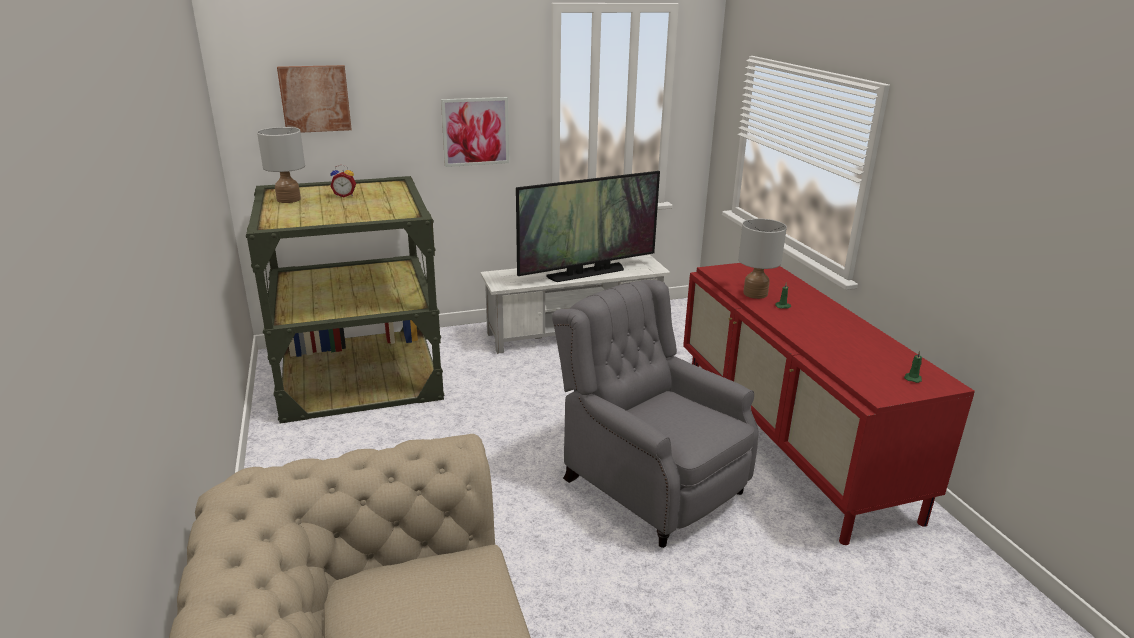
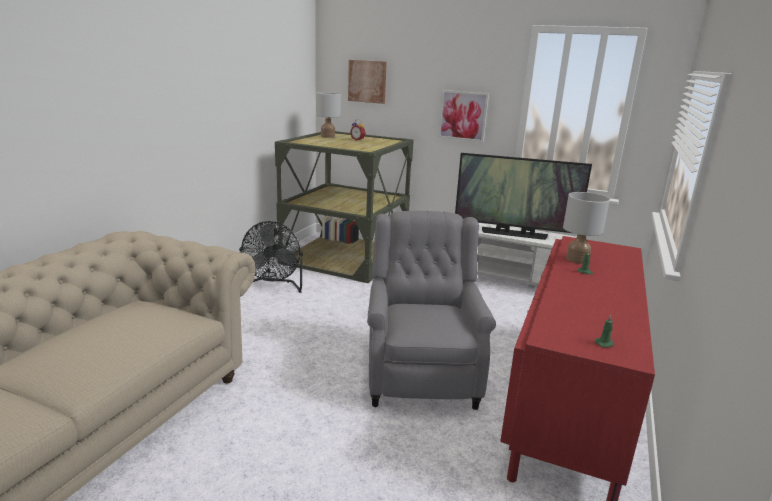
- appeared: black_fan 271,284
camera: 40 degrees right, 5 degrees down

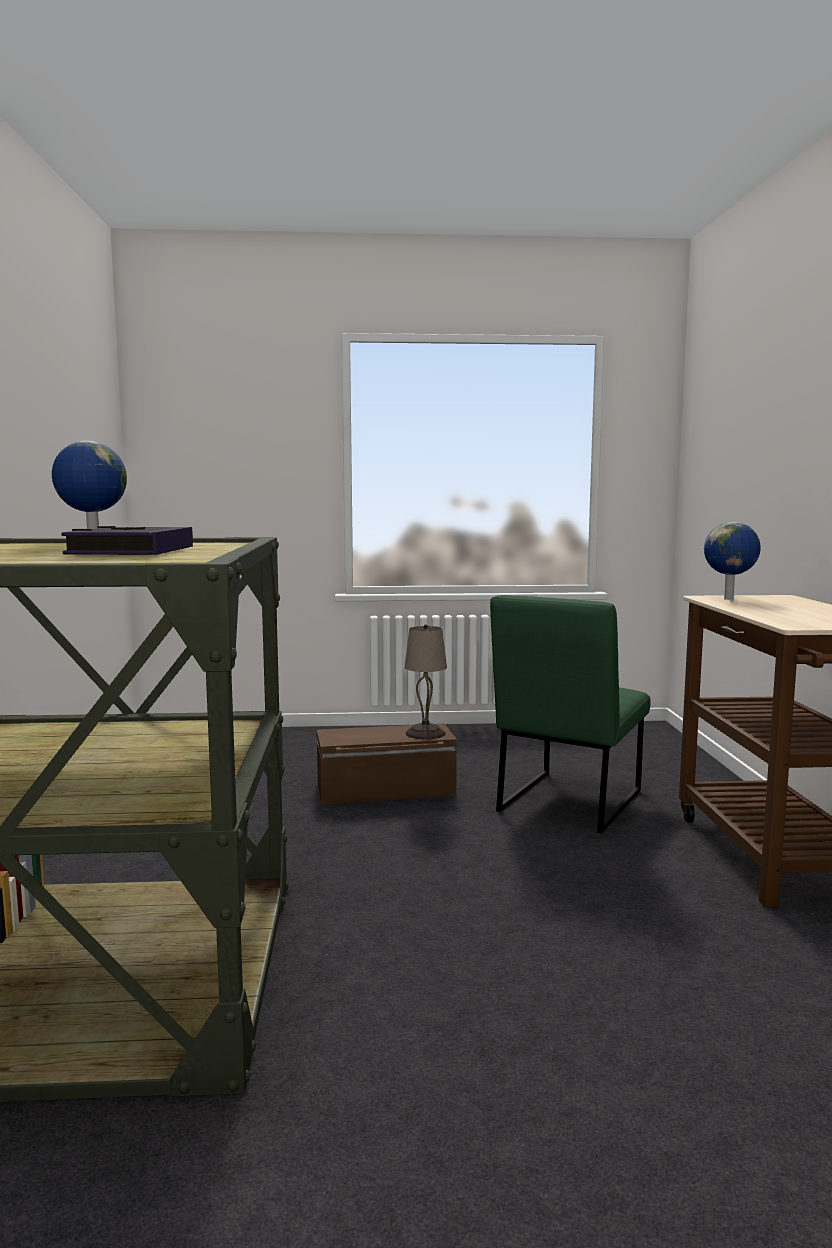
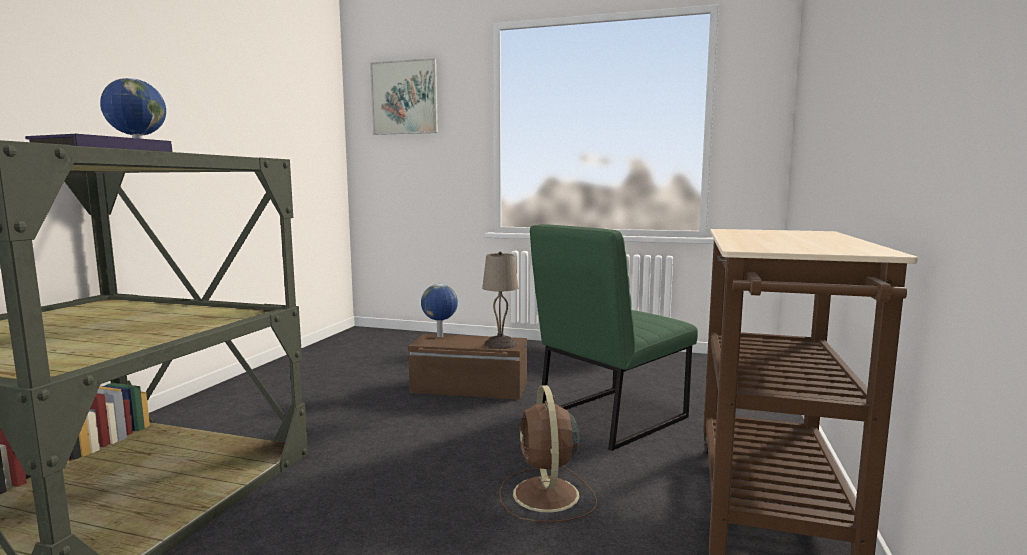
- relocated: globe 730,599 to 440,336
- appeared: picture 404,97
- appeared: brown_fan 546,496
camera: 20 degrees right, 0 degrees up

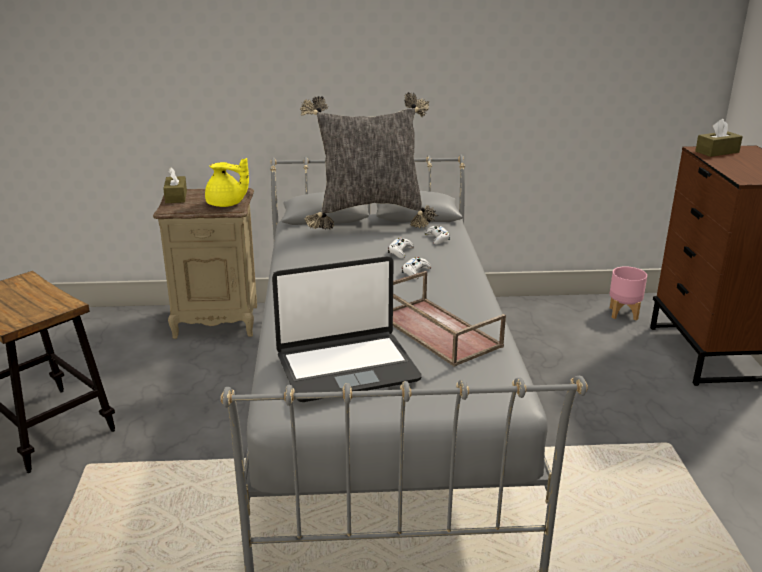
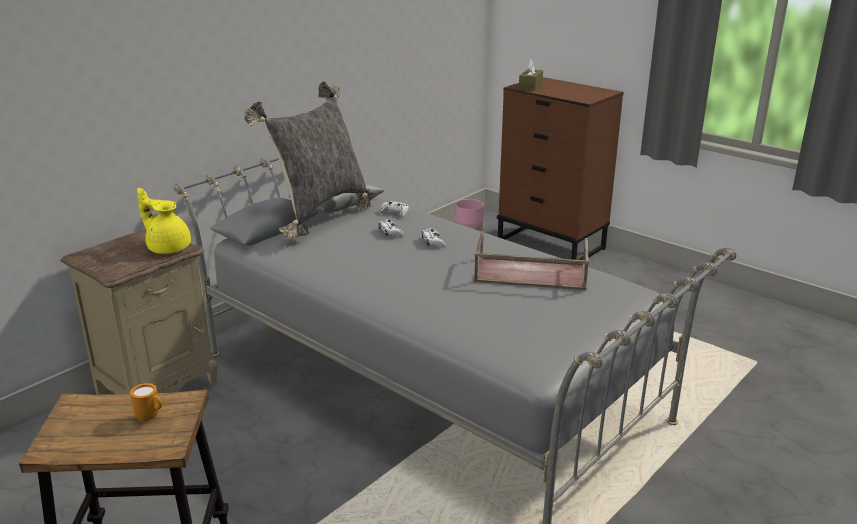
- spun: yellow_teapot 226,204 = 168,247 120 degrees counterclockwise
- missing: brown_tissue_box 176,197
- missing: laptop 347,367
- appeared: orange_mug 151,417
camera: 45 degrees left, 0 degrees up

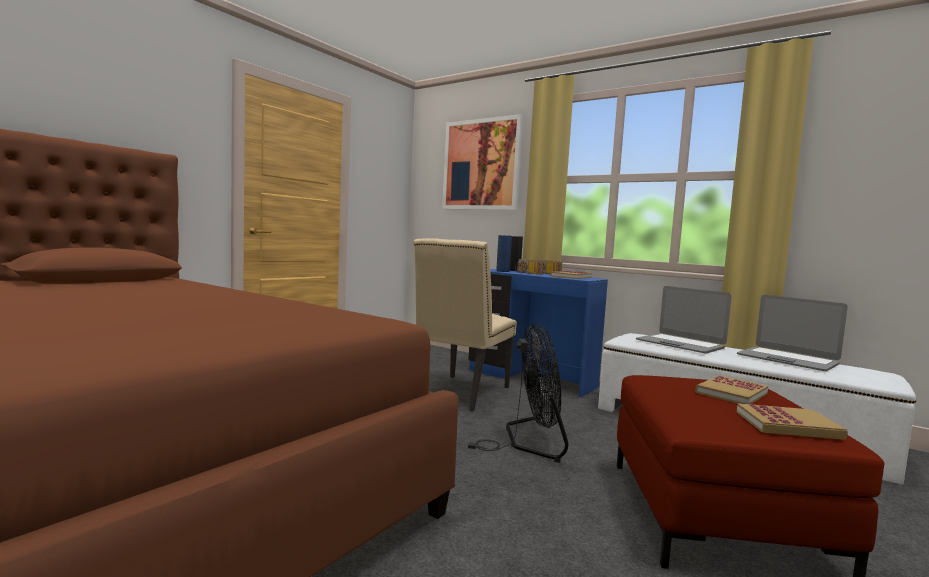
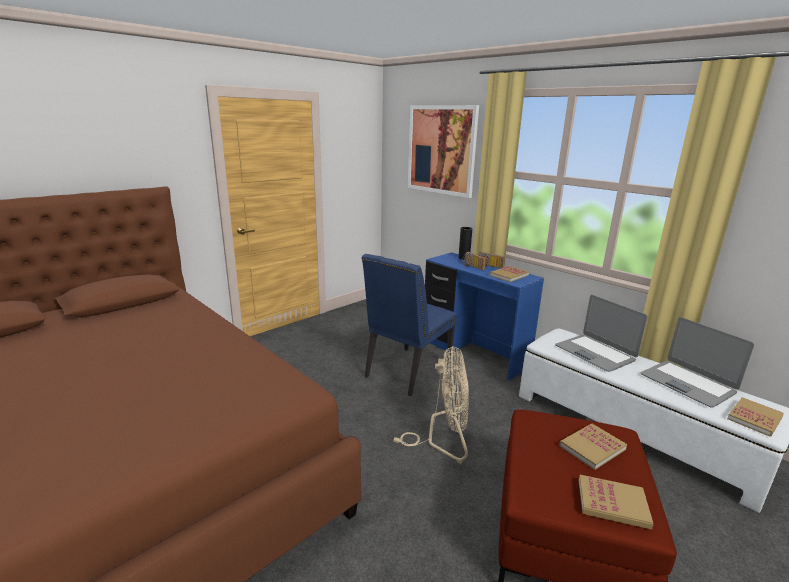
- missing: blue_vase 502,271
- colour: beige_chair 461,392 to blue_chair 408,370
- colour: black_fan 525,439 to beige_fan 442,434
- appeared: book 754,418
camera: 10 degrees right, 15 degrees up

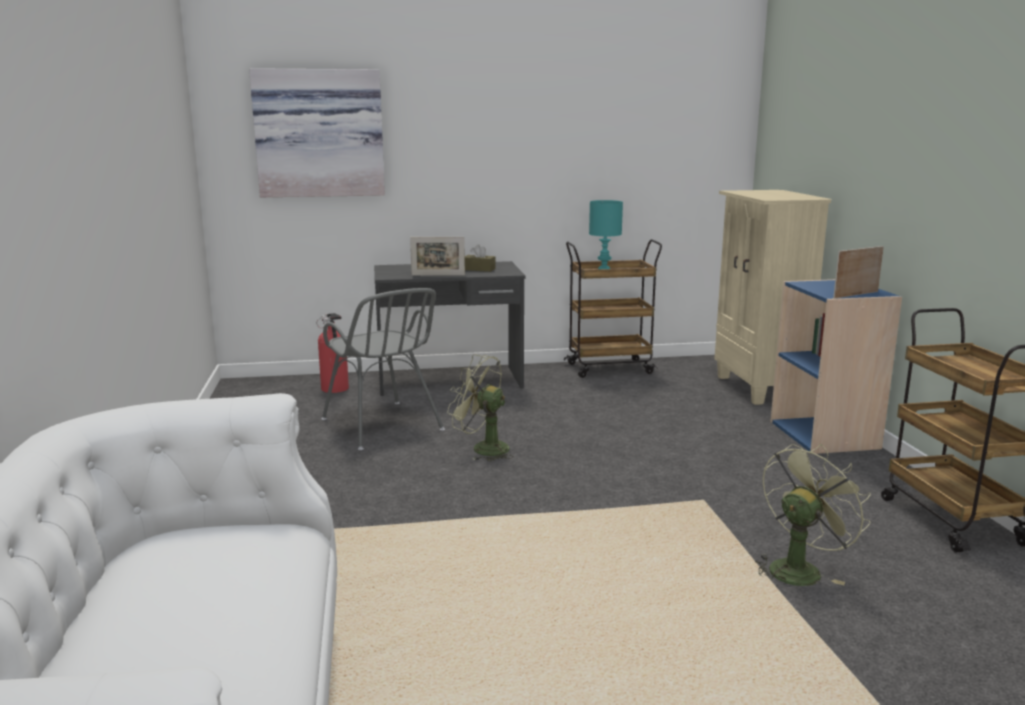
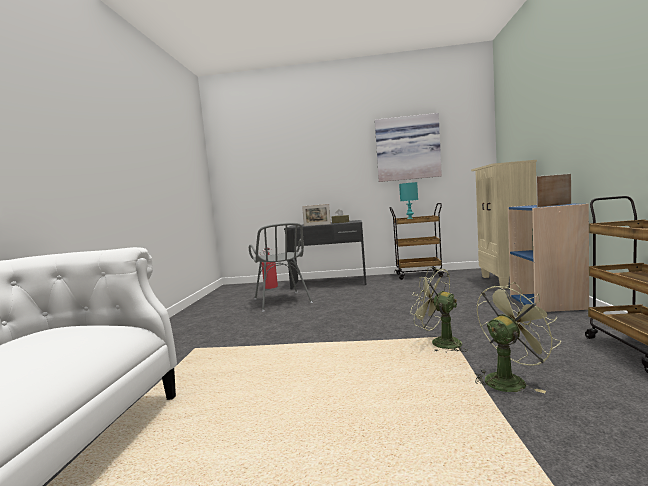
- relocated: picture 319,133 to 407,148
- relocated: green_fan 482,449 to 439,343
camera: 15 degrees right, 10 degrees down

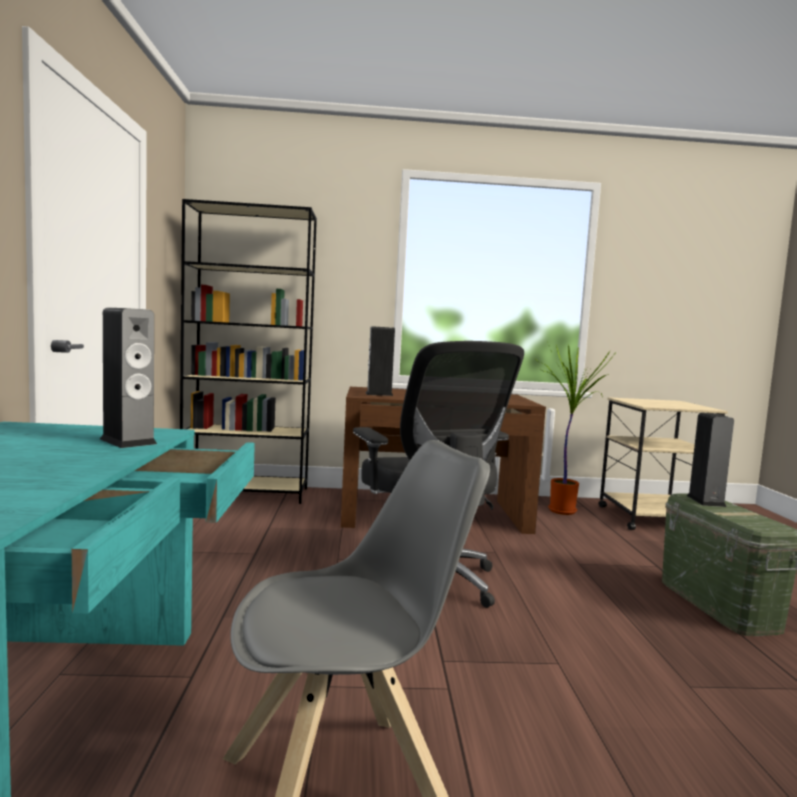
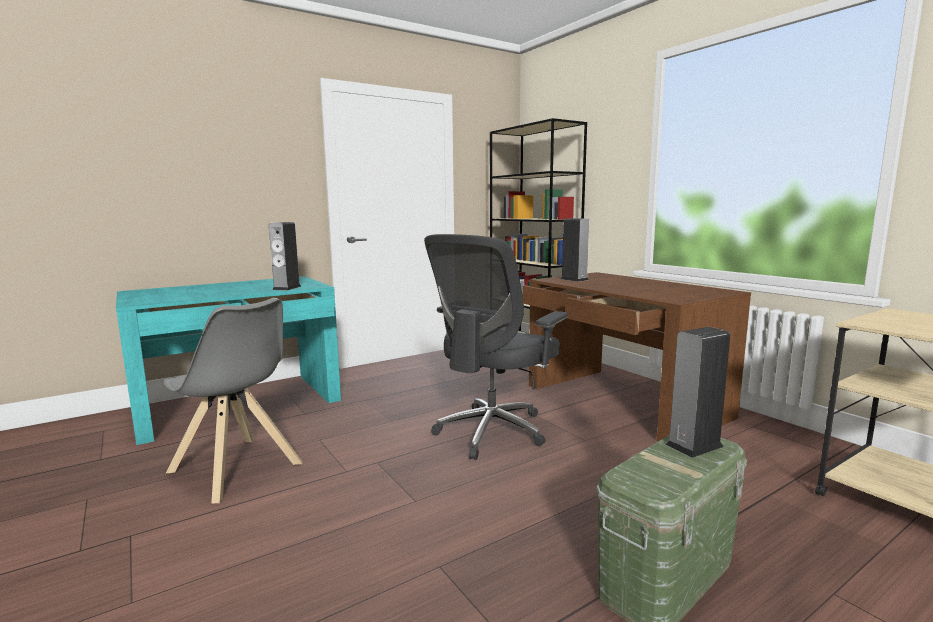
- missing: potted_plant 560,510
camera: 60 degrees right, 5 degrees up

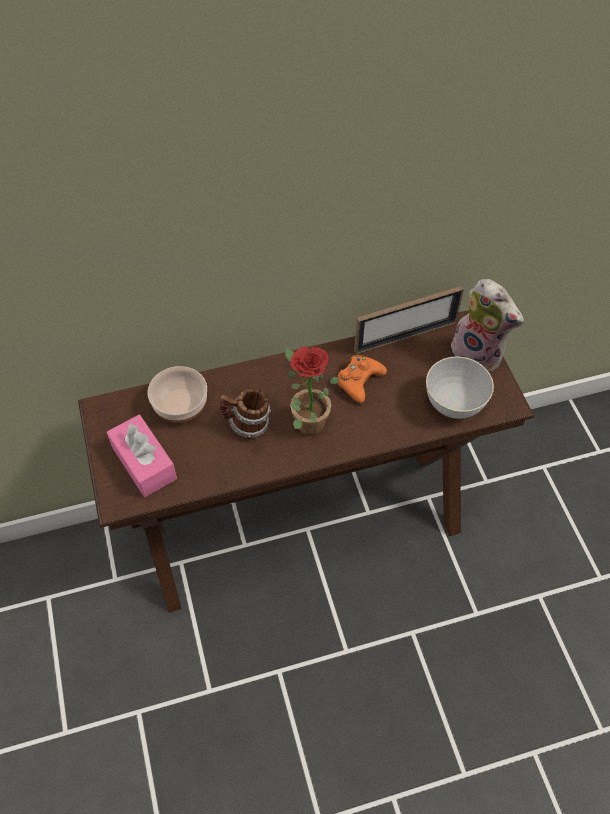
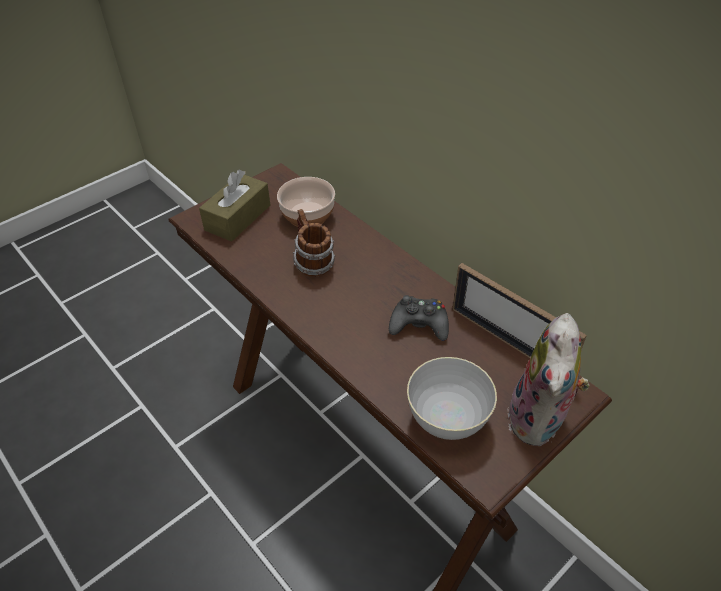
- missing: potted_plant 305,421
- colour: orange_game_controller 359,381 to black_game_controller 419,324
- colour: pink_tissue_box 144,463 to brown_tissue_box 238,217
camera: 65 degrees right, 10 degrees down

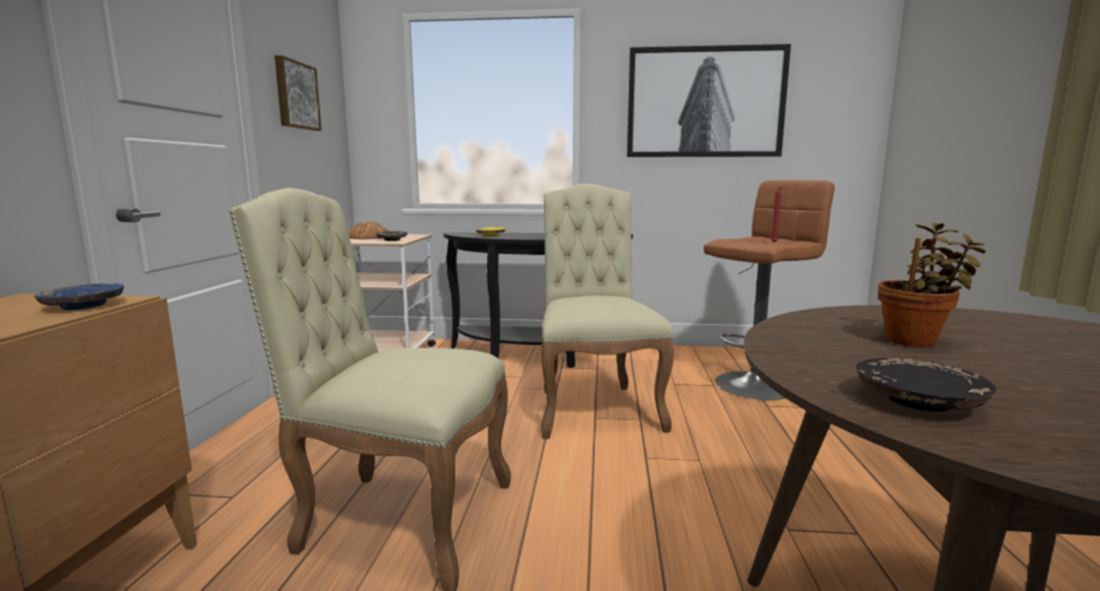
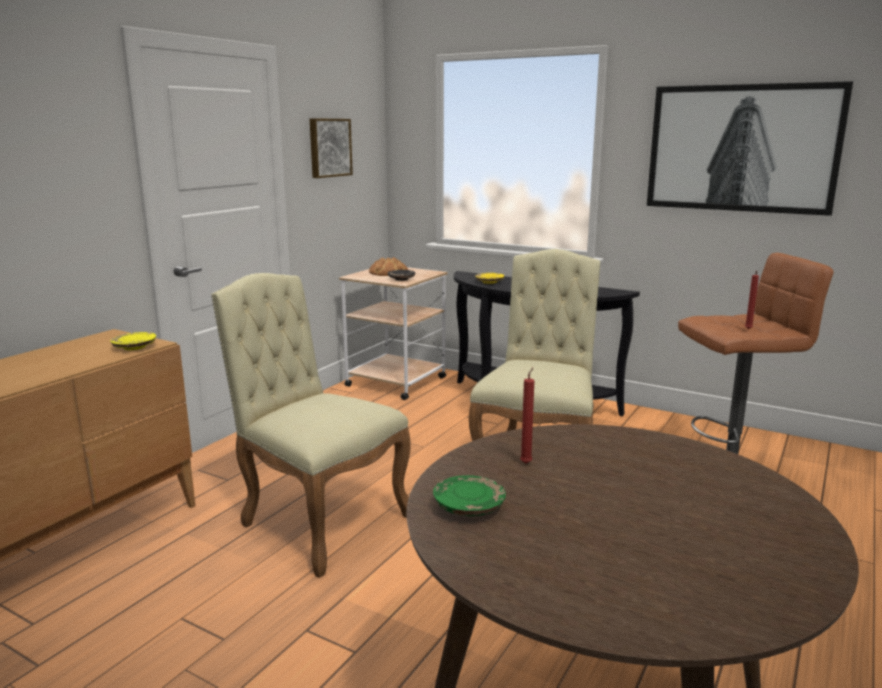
- missing: potted_plant 915,341
- colour: blue_plate 83,306 to yellow_plate 134,347
- colour: black_plate 917,401 to green_plate 469,507
- appeared: red_candle 526,462
camera: 25 degrees right, 5 degrees up

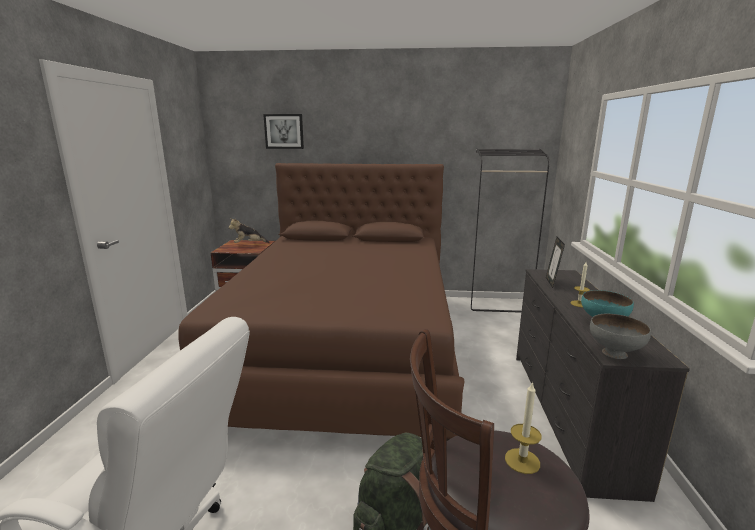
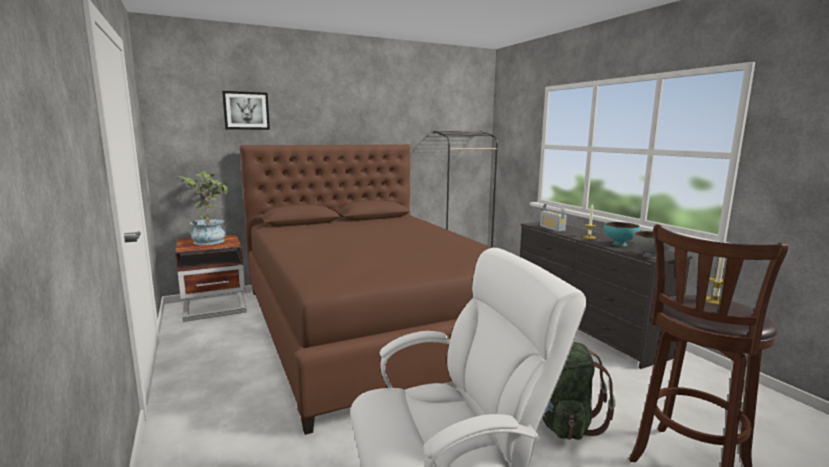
- exchanged: plush_toy 248,244 to potted_plant 210,240
- exchanged: picture_frame 551,282 to radio 552,228
camera: 30 degrees left, 5 degrees down

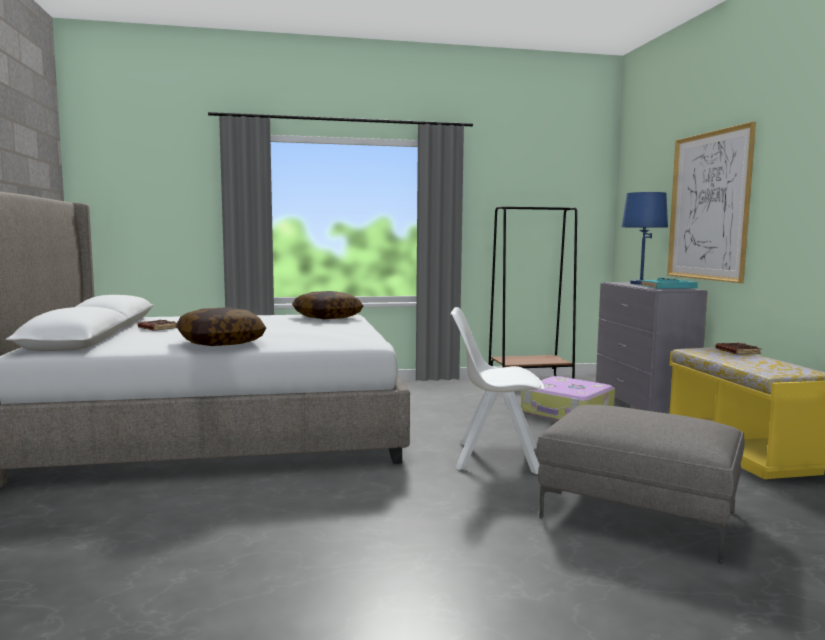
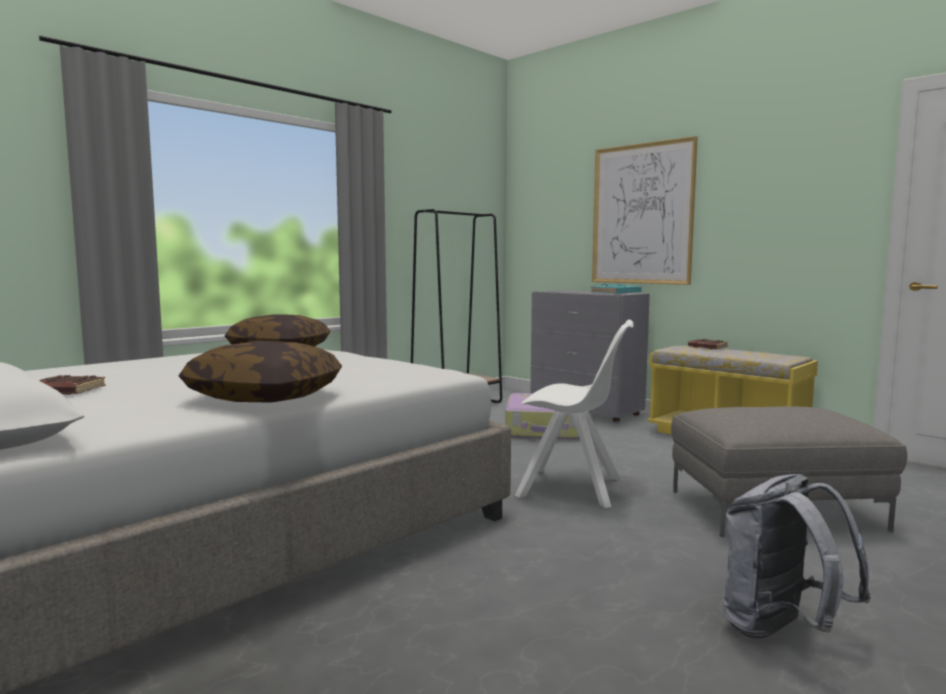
- missing: blue_table_lamp 640,283
- spun: white_chair 494,457 = 573,488 135 degrees counterclockwise
- appeared: grey_backpack 781,631
camera: 35 degrees left, 0 degrees up

